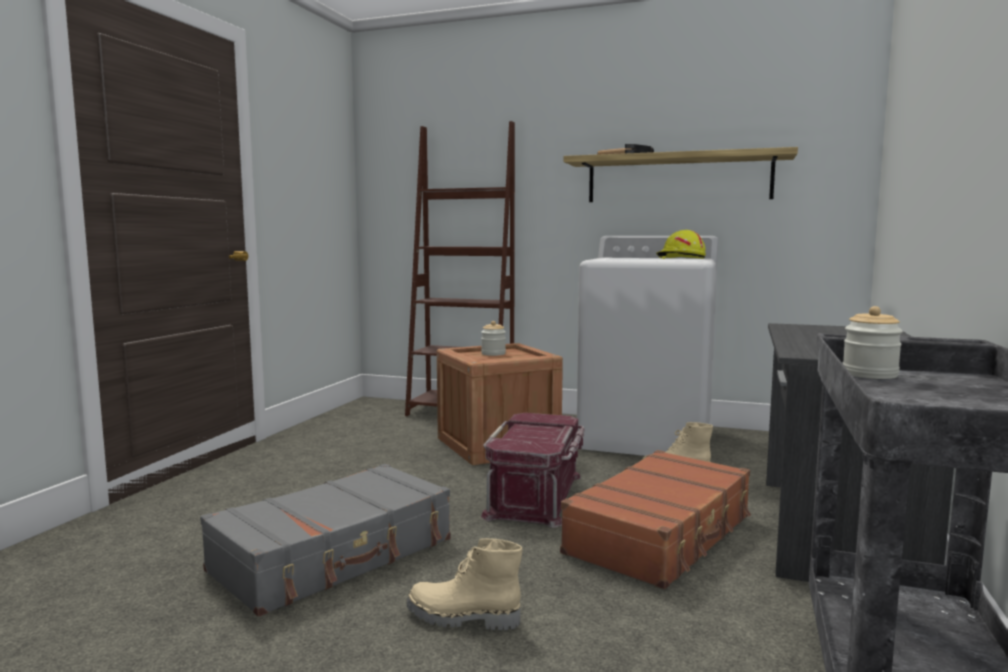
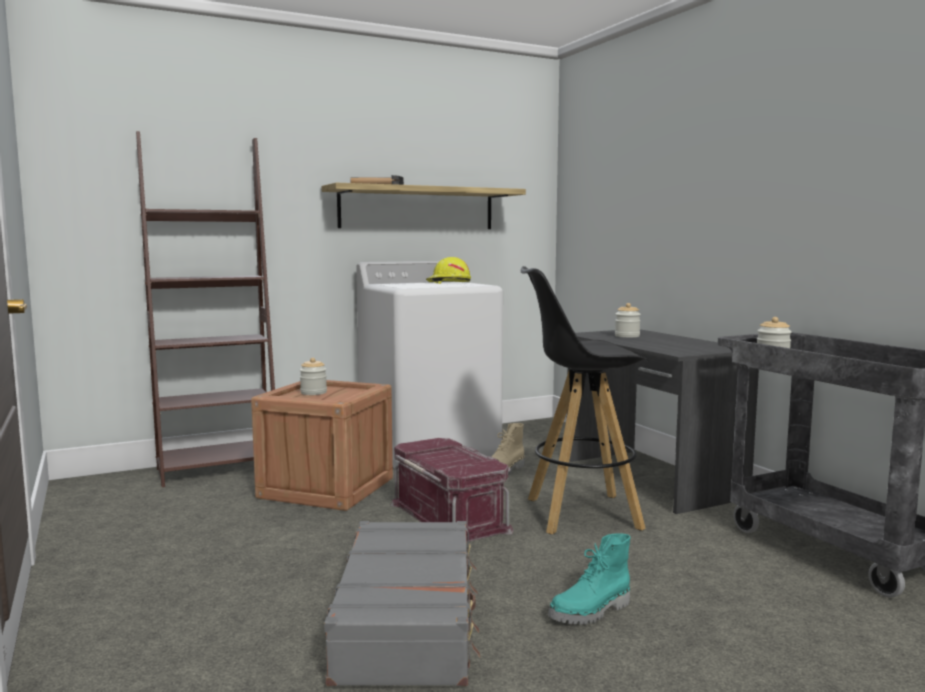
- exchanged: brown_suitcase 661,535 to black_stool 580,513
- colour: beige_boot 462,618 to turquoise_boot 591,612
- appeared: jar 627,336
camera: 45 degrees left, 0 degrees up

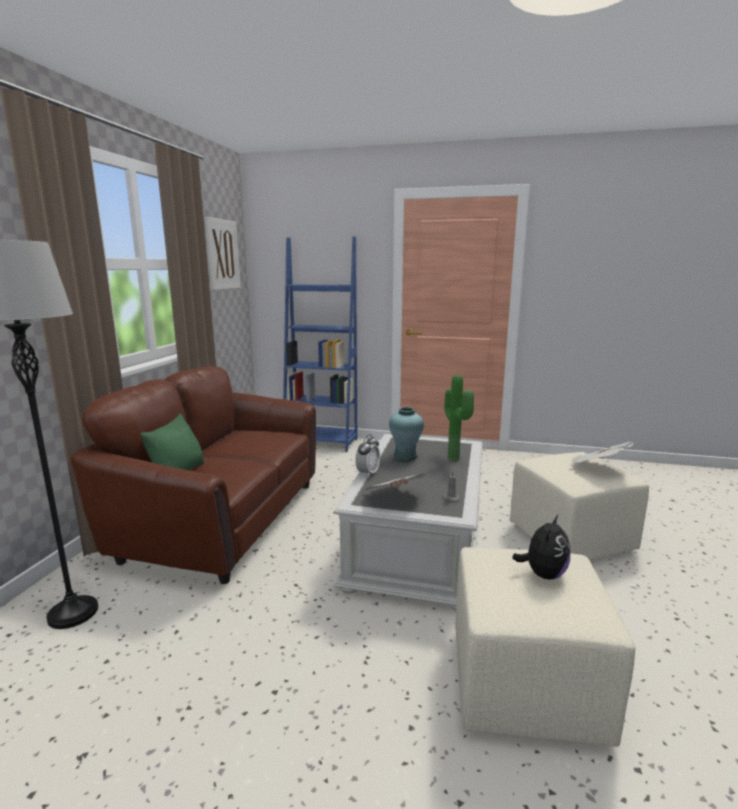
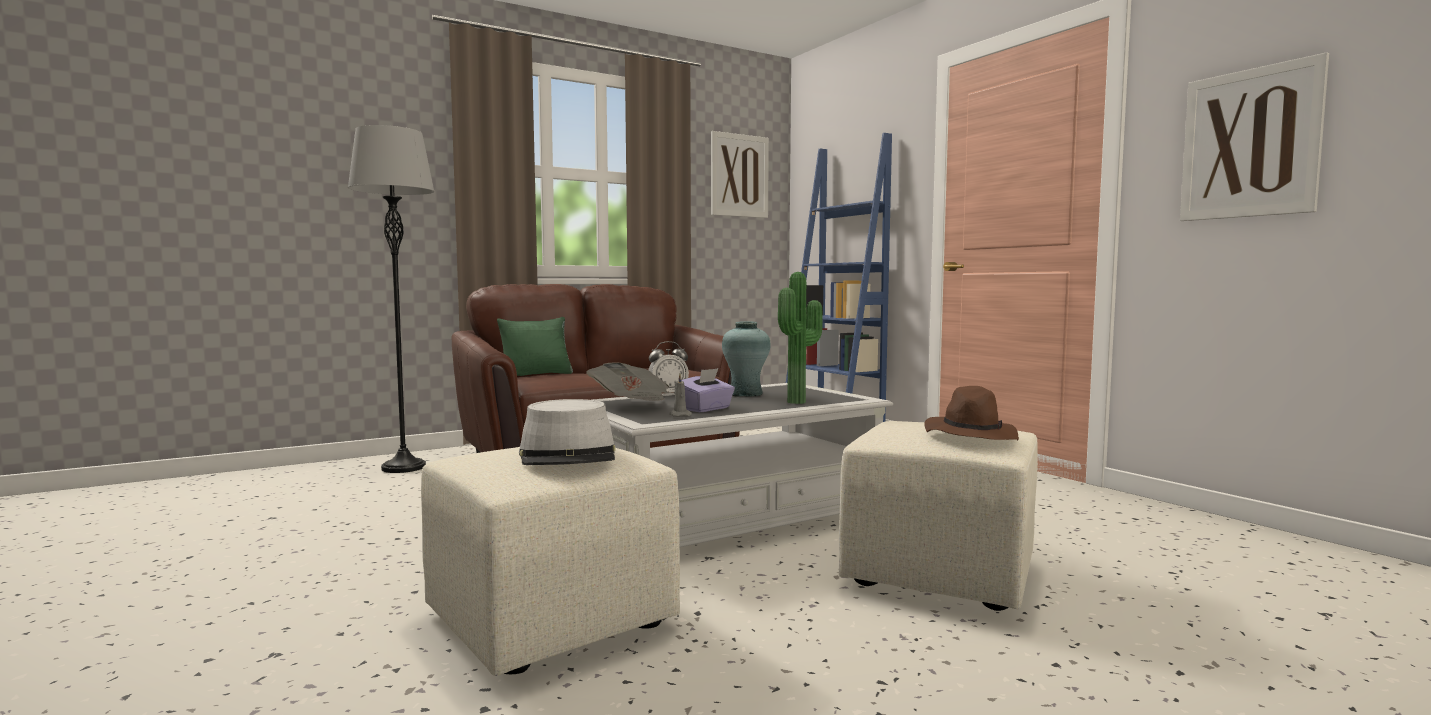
- exchanged: newspaper 596,467 to brown_hat 970,436
- exchanged: plush_toy 543,574 to grey_hat 569,455
- appeared: picture 1250,143
- appeared: purple_tissue_box 706,409
camera: 45 degrees right, 10 degrees down

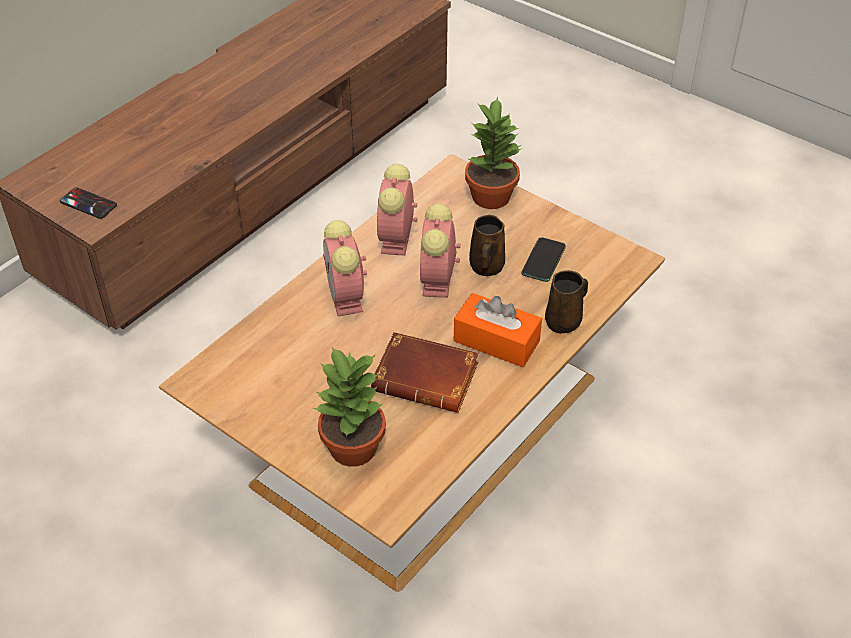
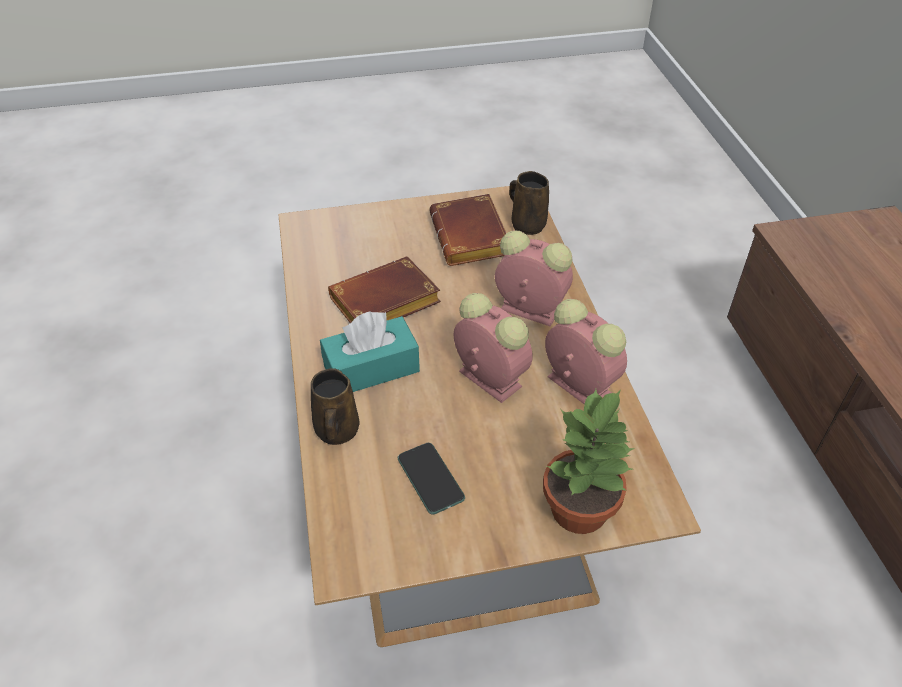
- missing: phone 88,203
- relocated: brown_mug 486,267 to 527,224
- colour: orange_tissue_box 496,341 to turquoise_tissue_box 371,368
- missing: potted_plant 353,449
- appeared: brown_book 472,238
camera: 130 degrees right, 0 degrees up

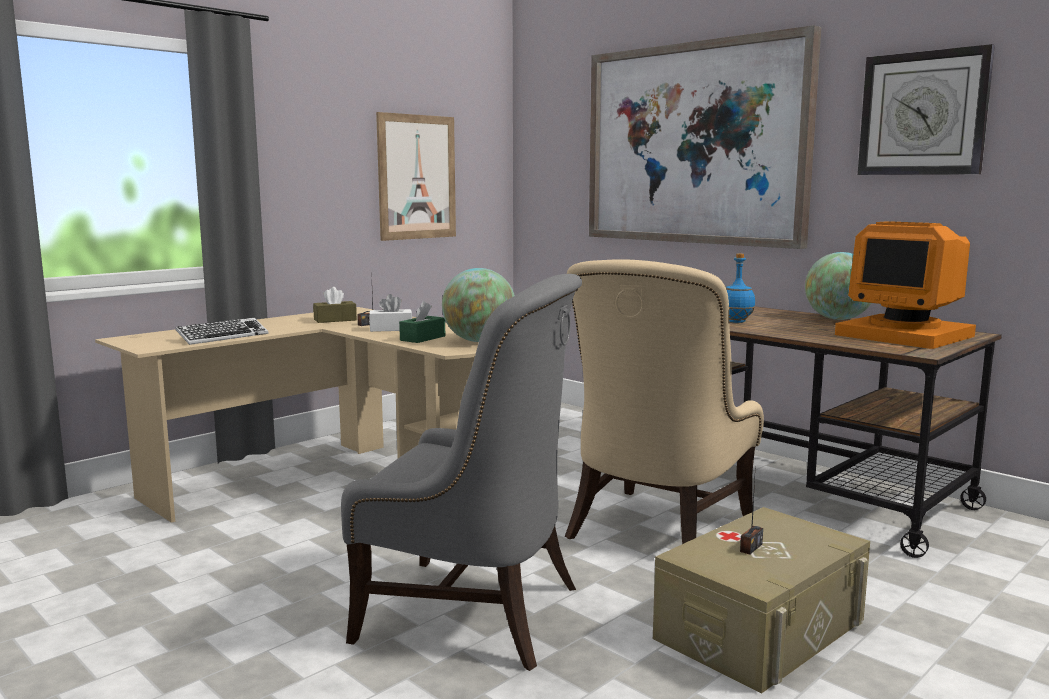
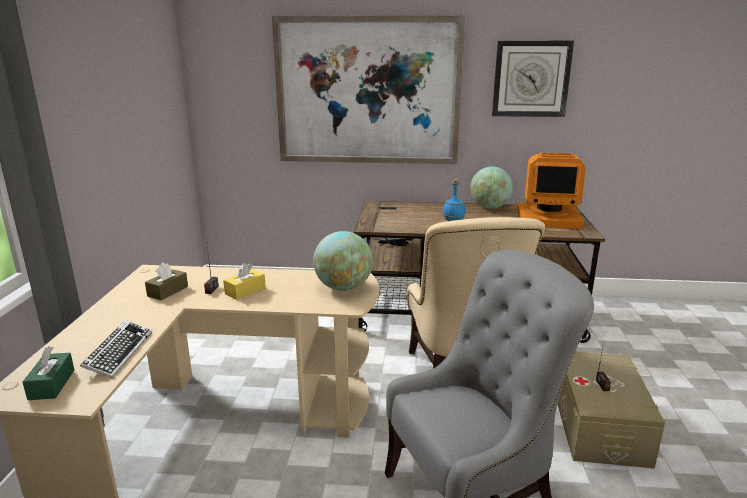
- missing: picture 417,177
- colour: white_tissue_box 391,329 to yellow_tissue_box 245,291
- relocated: green_tissue_box 422,338 to 52,384
camera: 40 degrees left, 10 degrees up

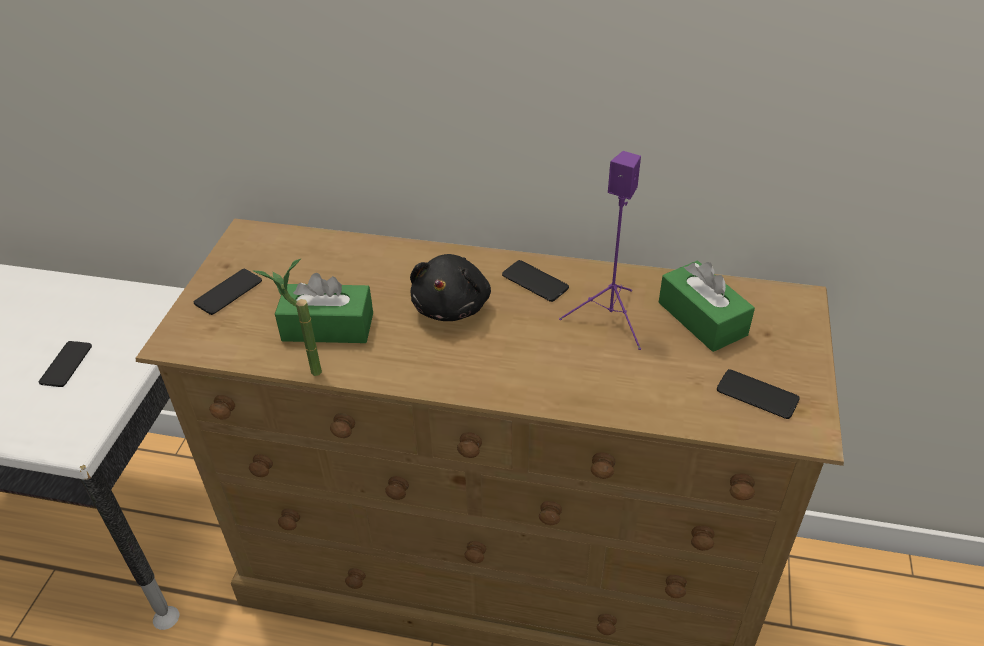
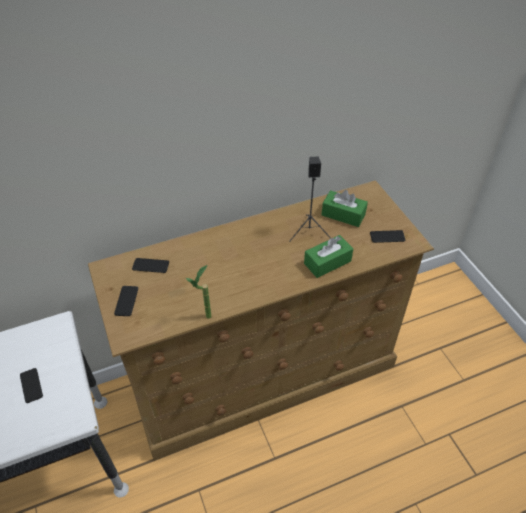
- colour: purple_speaker 611,319 to black_speaker 309,231
- missing: black_plush_toy 452,306
- relocated: phone 535,281 to 150,266
- relocated: green_tissue_box 328,327 to 327,262
camera: 35 degrees left, 5 degrees up

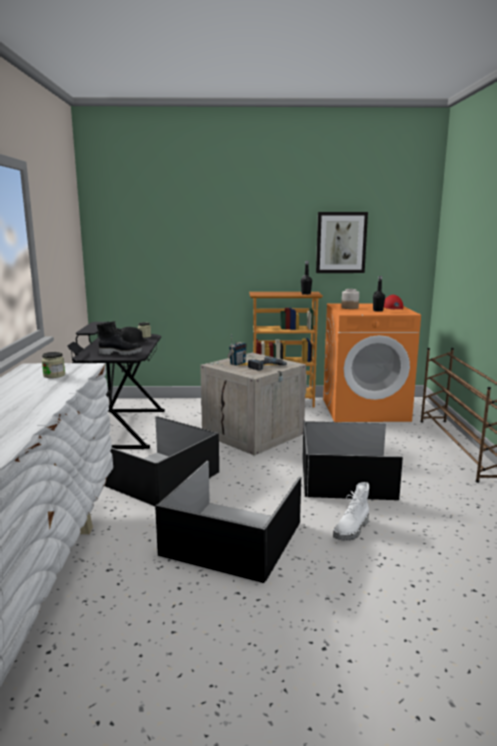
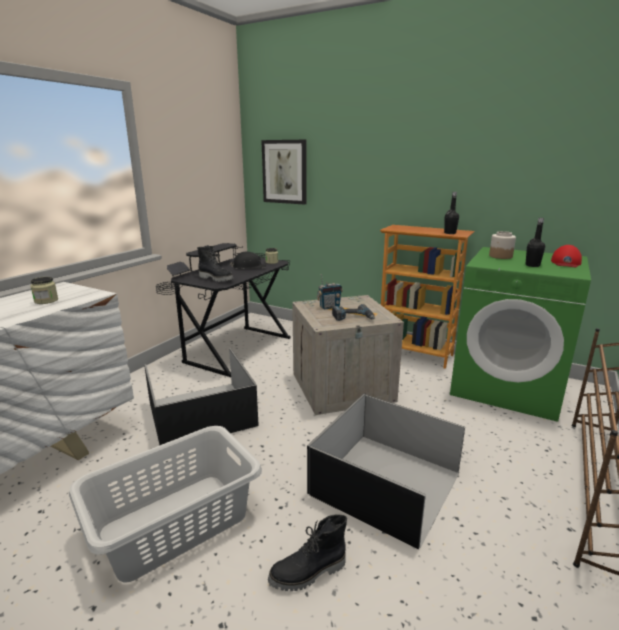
- relocated: picture 341,242 to 285,172
- colour: orange_washing_machine 365,409 to green_washing_machine 507,387
- exchanged: black_storage_box 234,539 to grey_laundry_basket 176,523
- colour: white_boot 352,530 to black_boot 308,573
camera: 30 degrees right, 5 degrees up

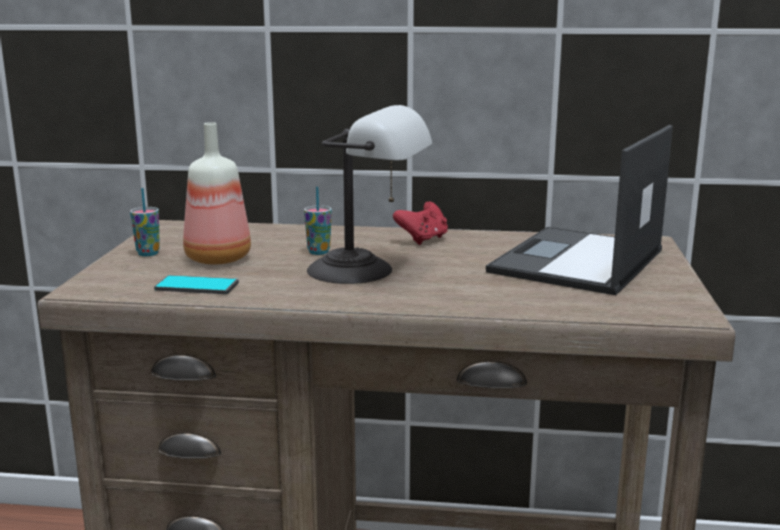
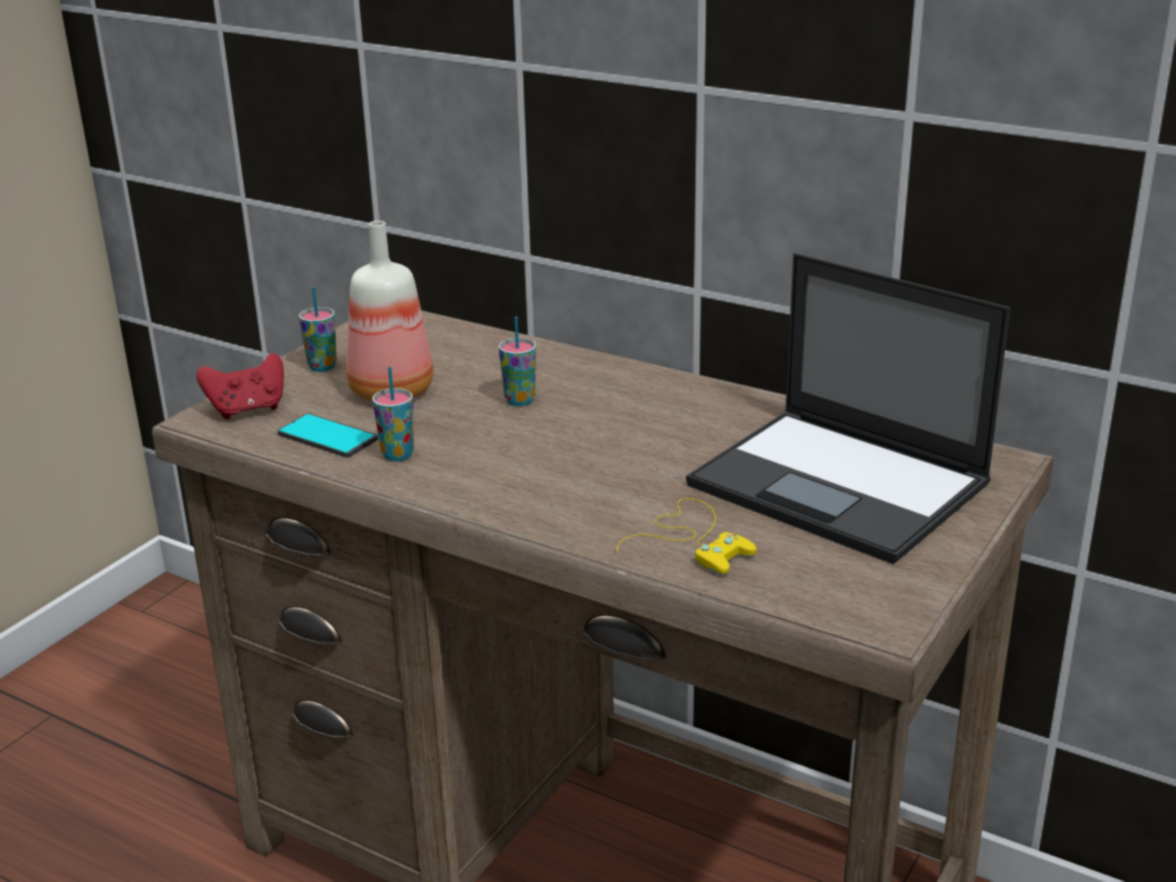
- missing: table_lamp 368,271
- spun: laptop 577,262 = 841,485 105 degrees counterclockwise
- relocated: red_game_controller 423,239 to 248,409
- appeared: cup 397,455
- appeared: yellow_game_controller 692,539
camera: 25 degrees right, 10 degrees up

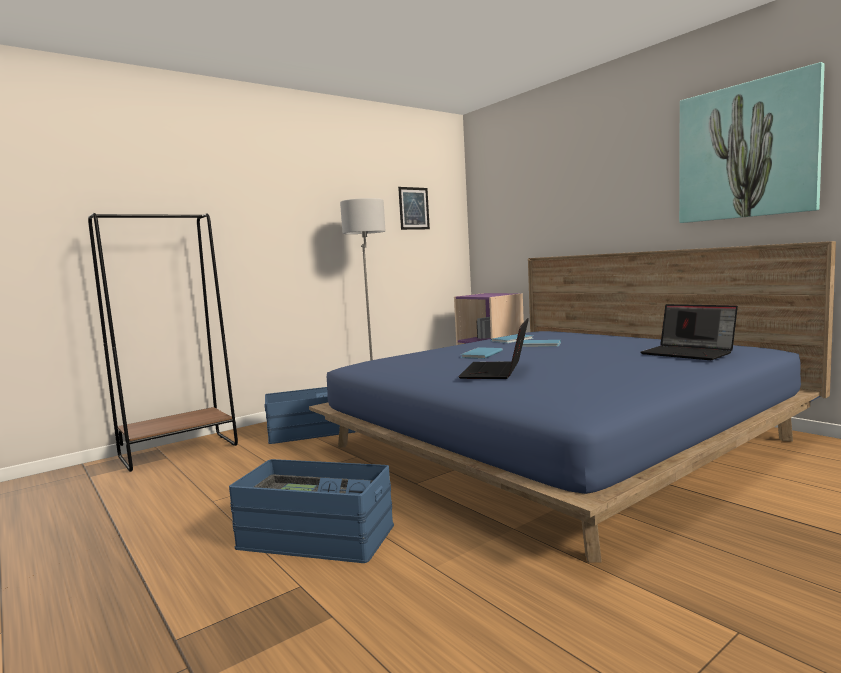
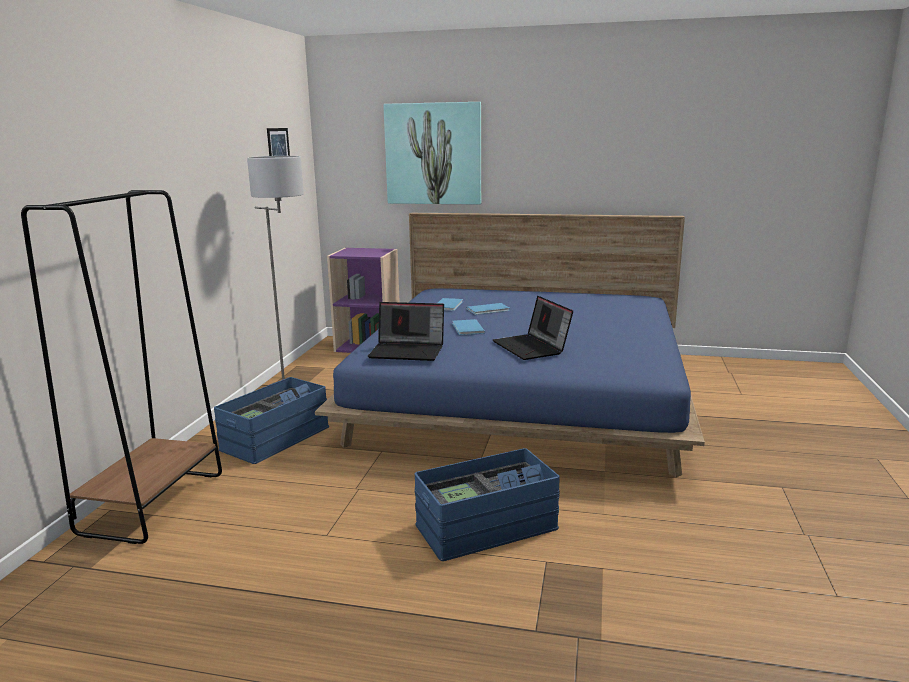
- relocated: picture 746,151 to 433,154
- relocated: laptop 689,353 to 408,351
camera: 40 degrees left, 10 degrees up

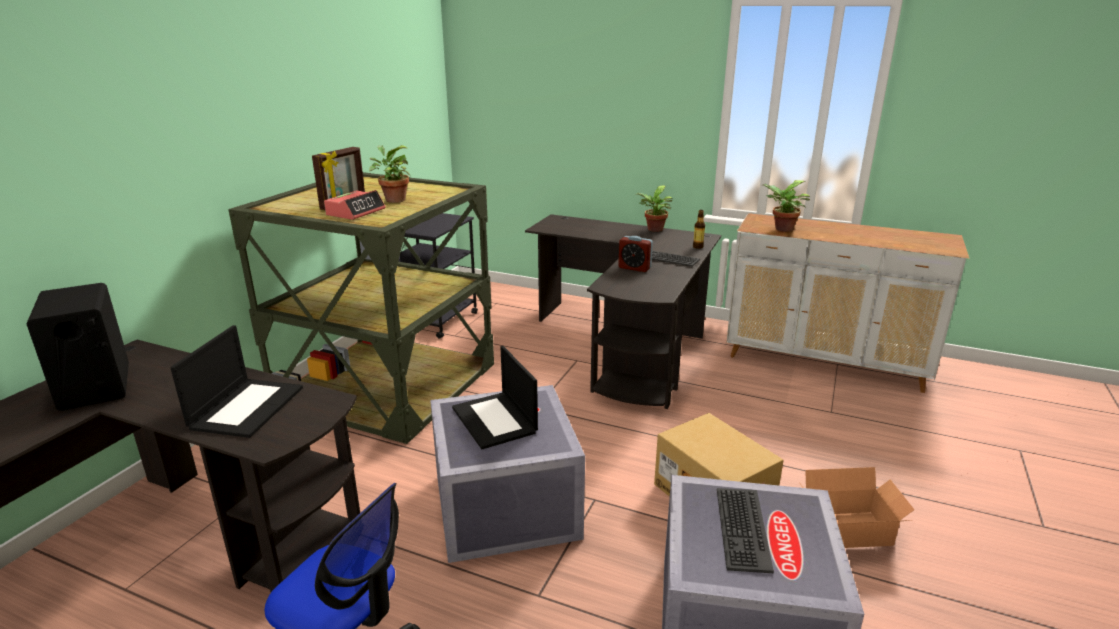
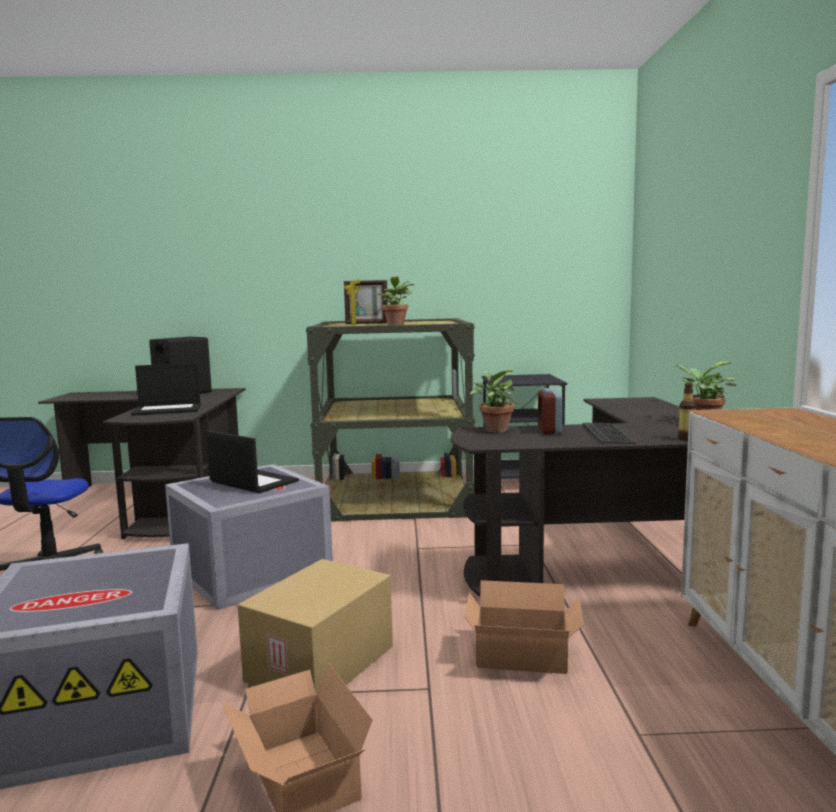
- relocated: potted_plant 781,229 to 494,429
- missing: alarm_clock 356,212
- spun: laptop 495,420 = 252,482 90 degrees clockwise
- missing: keyboard 741,528
- appeared: cardboard_box 523,657
camera: 65 degrees right, 15 degrees down

